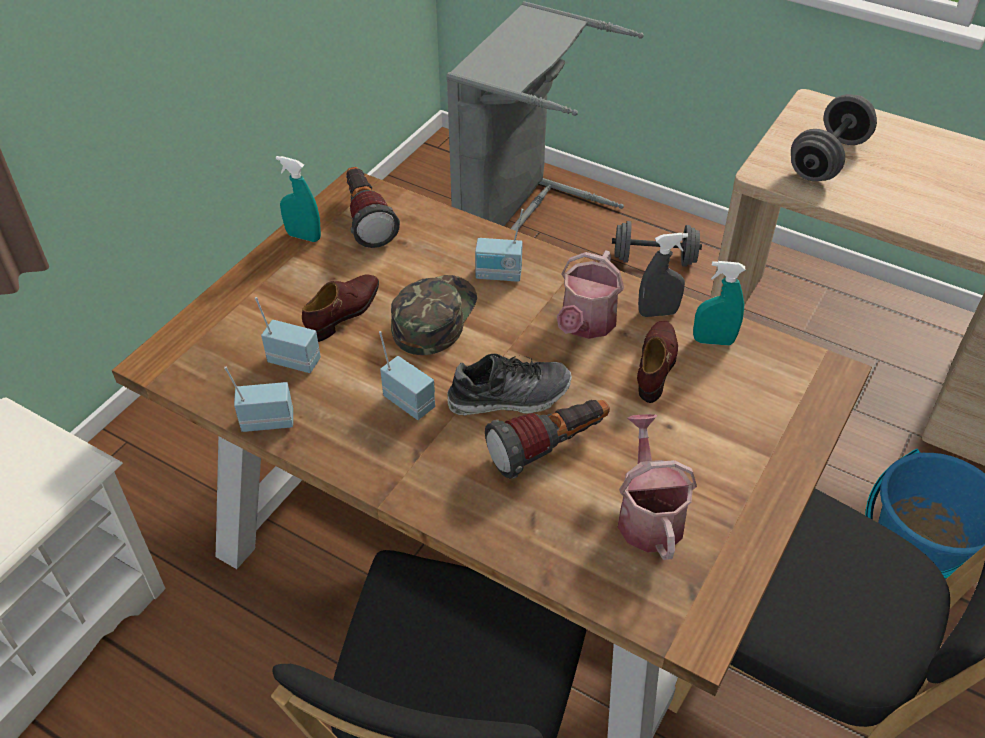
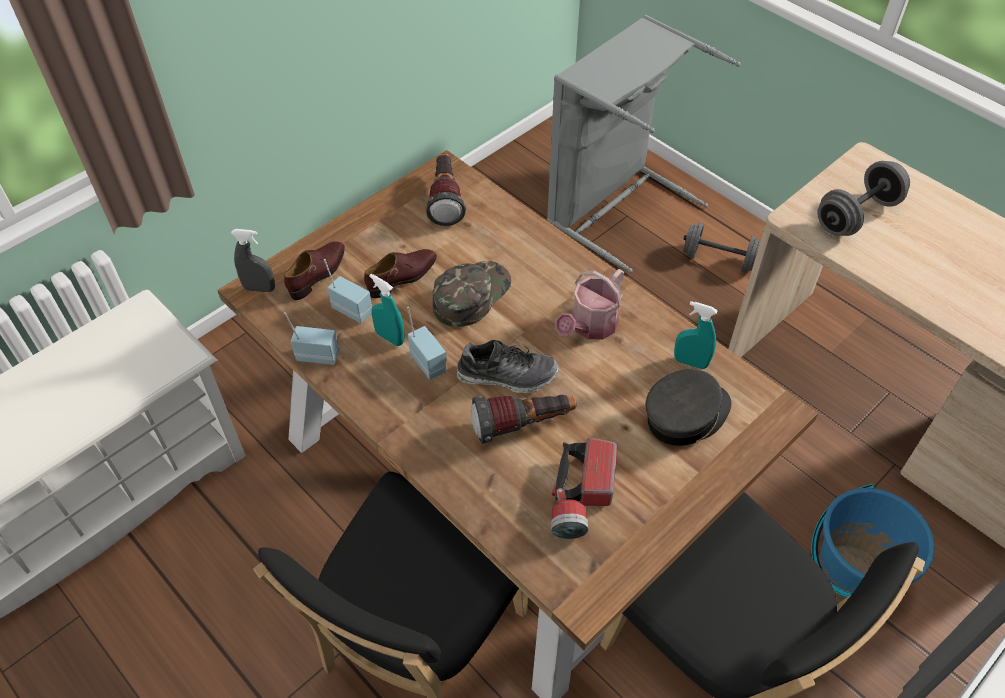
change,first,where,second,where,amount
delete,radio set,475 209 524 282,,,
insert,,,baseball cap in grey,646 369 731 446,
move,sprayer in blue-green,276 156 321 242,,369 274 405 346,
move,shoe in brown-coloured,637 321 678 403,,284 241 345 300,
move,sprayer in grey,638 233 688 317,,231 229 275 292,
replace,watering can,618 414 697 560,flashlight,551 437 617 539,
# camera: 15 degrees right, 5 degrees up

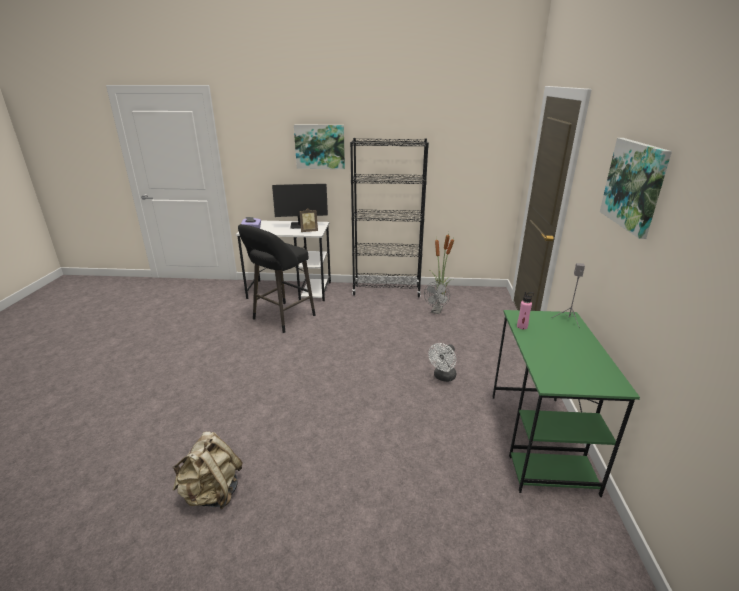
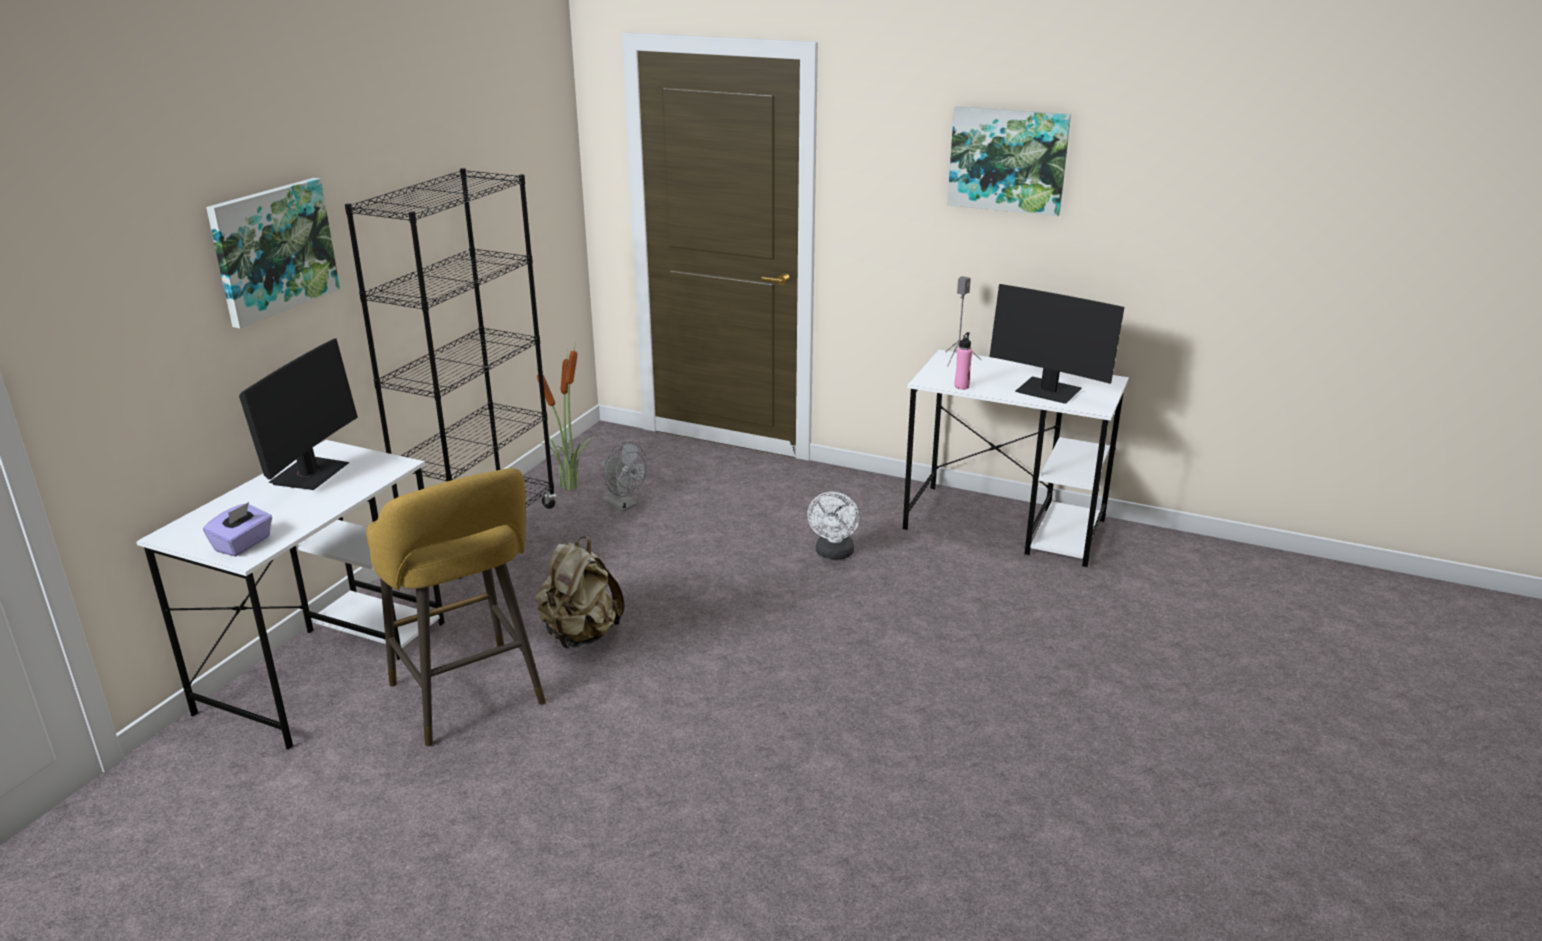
change,first,where,second,where,amount
delete,photo frame,299 208 318 232,,,
insert,,,computer display,990 284 1124 404,
move,knapsack in sand-coloured,172 431 242 509,,535 537 625 649,
recolor,stool seat in blackish,238 224 316 333,stool seat in yellow,366 468 546 746,
recolor,desk unit in green,492 310 640 497,desk unit in white,903 350 1129 567,
rotate,fan in white,428 343 456 382,,807 492 860 559,45 degrees clockwise
# camera: 70 degrees left, 0 degrees up

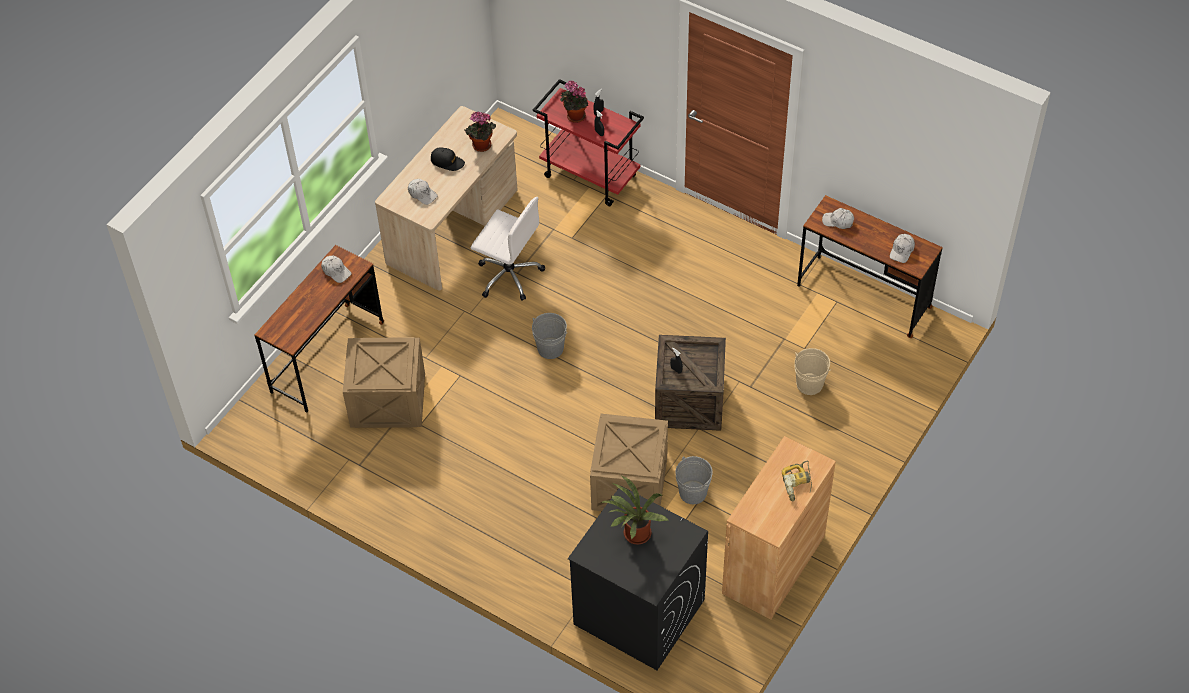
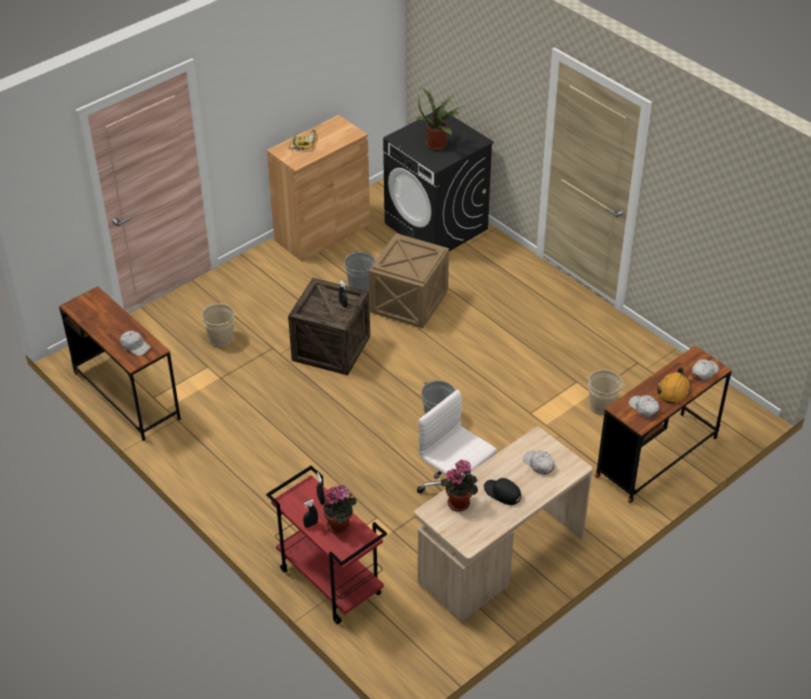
change,first,where,second,where,amount
insert,,,hard hat in orange,657 367 691 403,
move,baseball cap in white,890 234 915 263,,692 359 719 381,
replace,shipping crate,343 337 425 428,bucket in sand-coloured,586 370 625 415,
# camera: 165 degrees left, 10 degrees down

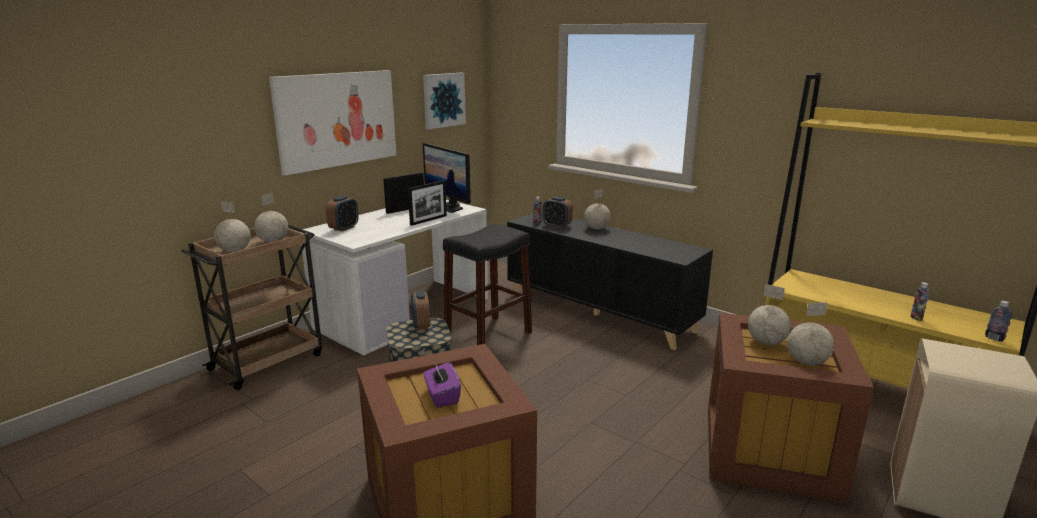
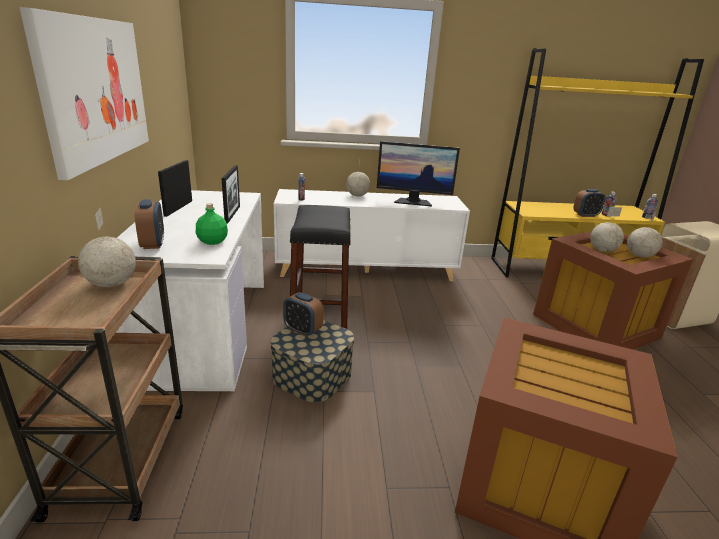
change,first,where,second,where,amount
delete,globe,214 201 251 252,,,
delete,wall picture,423 73 466 129,,,
delete,box of tissues in purplish,423 362 461 407,,,
insert,,,drink bottle in green,196 203 228 245,
move,computer display,423 143 471 213,,377 141 460 207,
move,alarm clock,543 197 573 228,,573 189 606 217,
recolor,cupboard in blackish,507 212 713 350,cupboard in white,274 189 470 281,
# camera: 45 degrees left, 5 degrees up

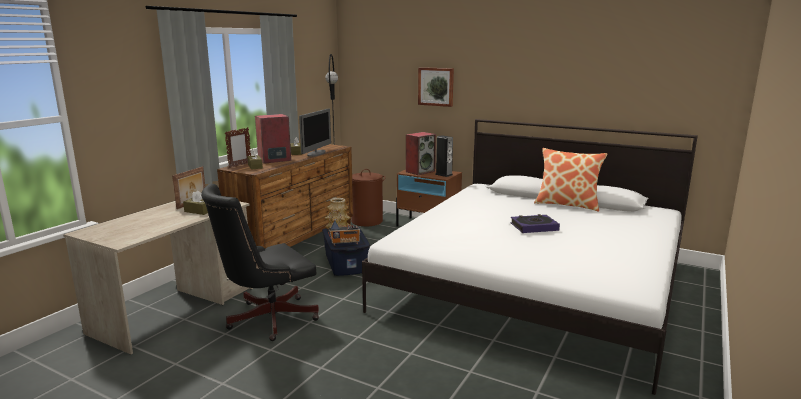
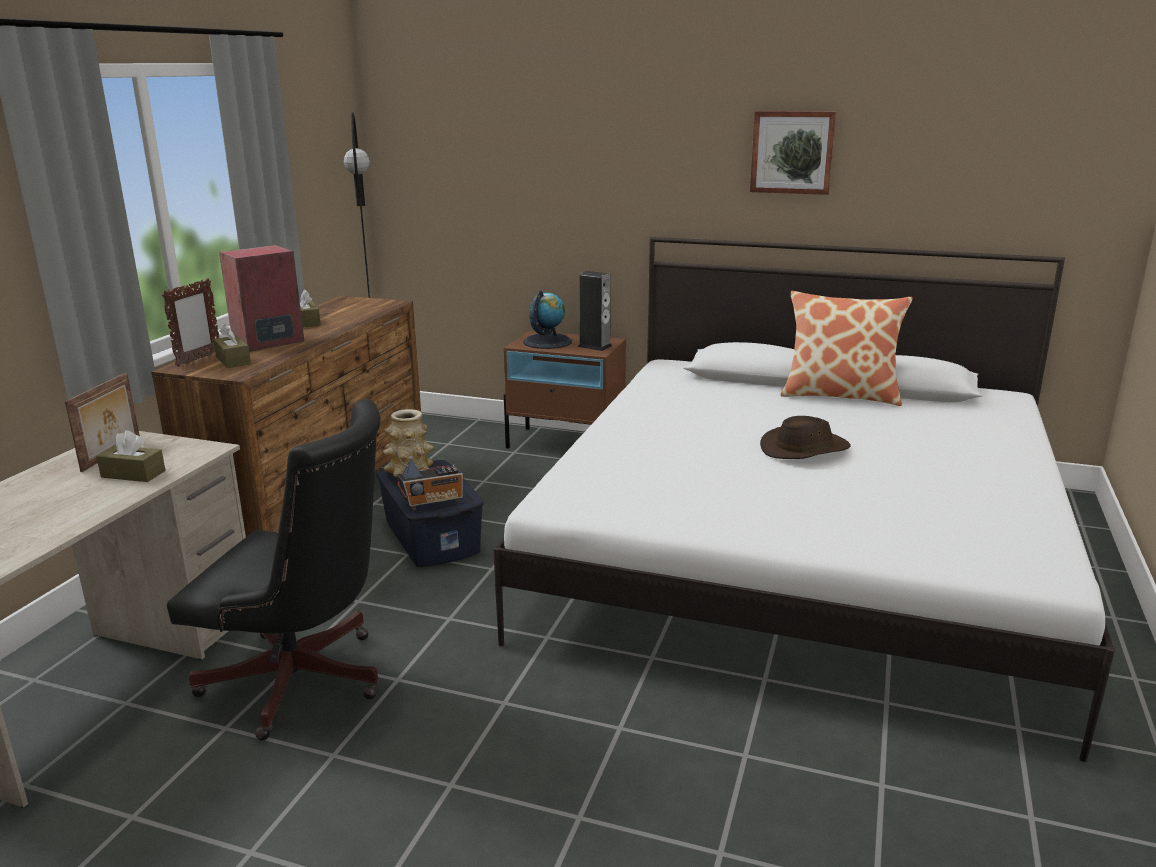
change,first,where,second,where,amount
delete,computer display,299 109 331 157,,,
delete,laundry basket in brown-coloured,351 169 385 226,,,
move,wall picture,418 67 454 107,,750 111 837 195,
replace,audio speaker,406 132 436 175,globe,523 290 572 349,
replace,volume,511 214 560 233,wearable hat in brown-coloured,760 416 851 459,
rotate,office chair in blackish,201 184 319 341,,167 399 381 740,120 degrees counterclockwise
# camera: 10 degrees left, 5 degrees up

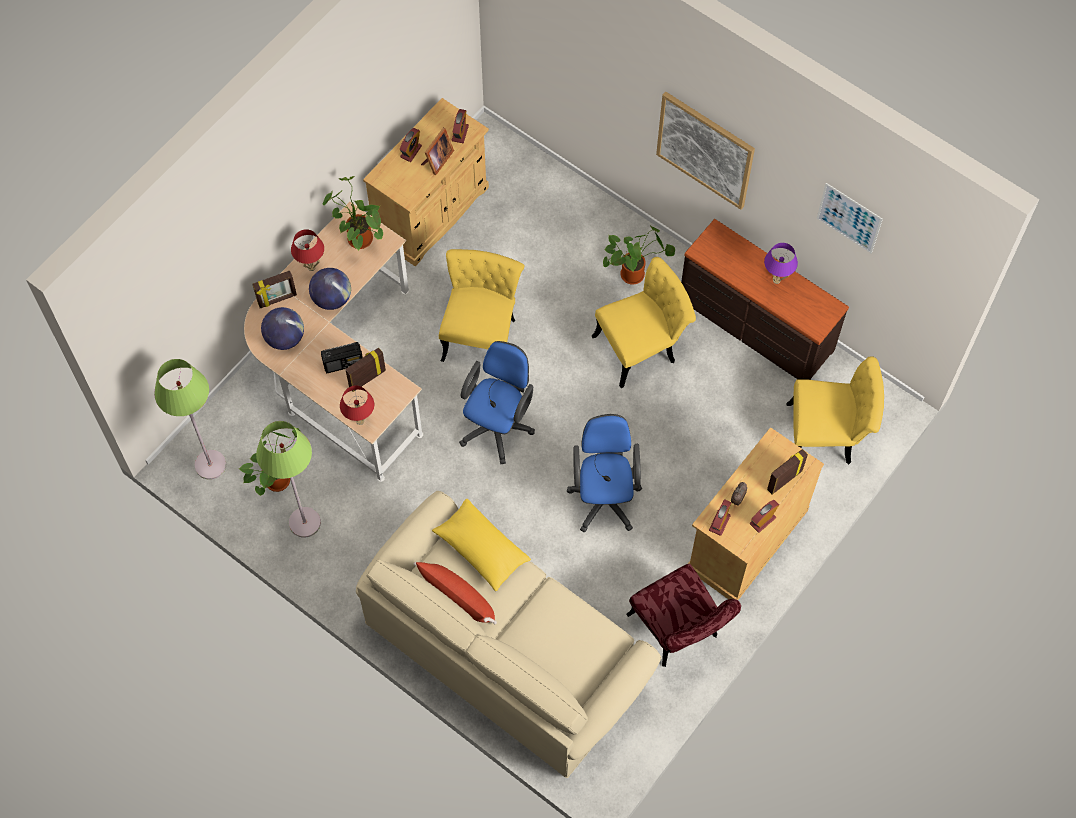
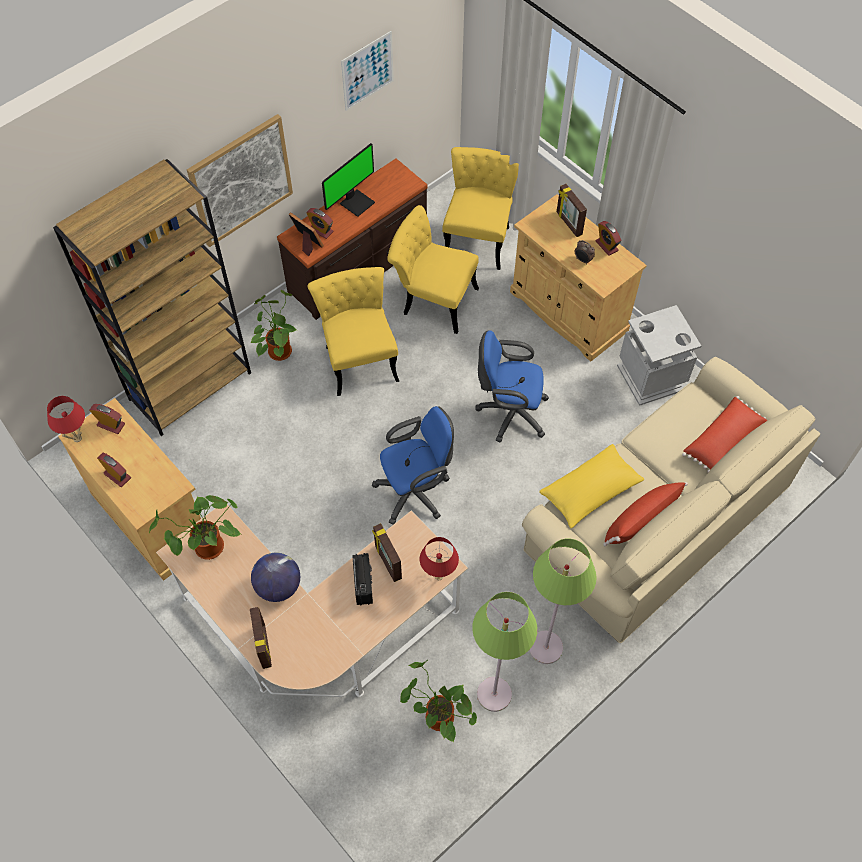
change,first,where,second,where,amount
delete,globe,261 307 304 350,,,
insert,,,bookshelf in brown-coloured,53 159 251 436,
insert,,,throw pillow in reddish,682 396 767 472,
move,floor lamp in green,154 359 226 480,,529 538 597 664,
move,lamp for a table in reddish,291 229 324 271,,47 396 85 442,
move,photo frame,421 128 454 175,,289 212 324 256,
move,upright chair in yellow,439 249 525 362,,387 205 479 334,
move,alarm clock,709 499 731 536,,306 208 333 239,
replace,upright chair in reddish,626 564 741 667,rubbish bin in grey,617 305 701 406,
replace,lamp for a table in purplish,764 243 798 284,computer display,322 143 375 217,
rotate,office chair in blue,459 341 535 464,,372 406 454 525,120 degrees clockwise
# camera: 80 degrees left, 5 degrees down

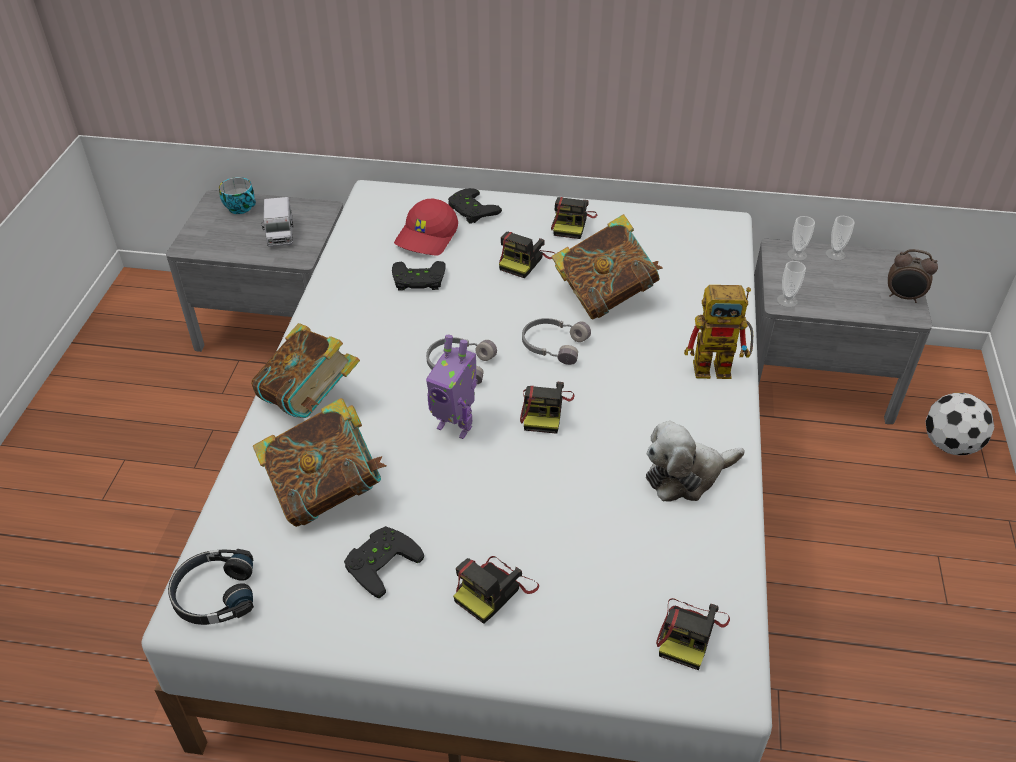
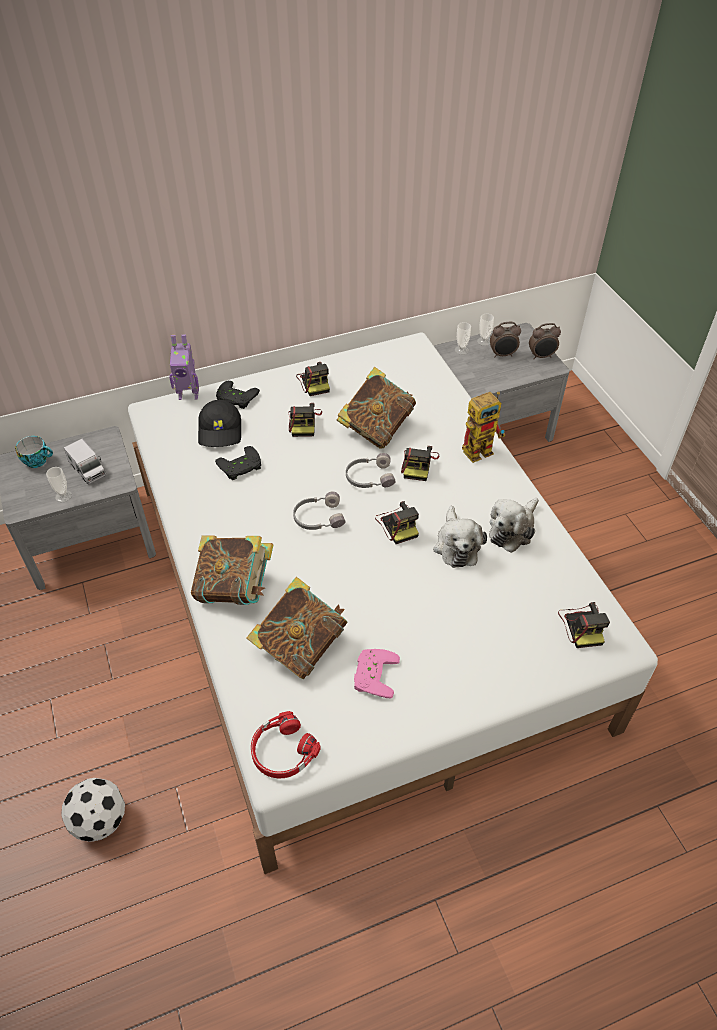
change,first,where,second,where,amount
insert,,,cuddly toy,433 506 487 568,
insert,,,alarm clock,490 322 521 358,
move,model robot,426 334 478 439,,169 334 199 400,
move,still camera,453 556 539 624,,401 446 439 481,
move,cup,777 261 806 307,,46 467 72 502,
move,ball for football,925 393 994 455,,61 778 125 842,
recolor,pair of headphones in blackish,168 549 254 625,pair of headphones in reddish,251 711 321 778,
recolor,game controller in blackish,344 526 424 598,game controller in pinkish,354 649 400 698,
recolor,baseball cap in reddish,394 199 458 256,baseball cap in blackish,198 400 241 447,
# camera: 30 degrees left, 5 degrees up

